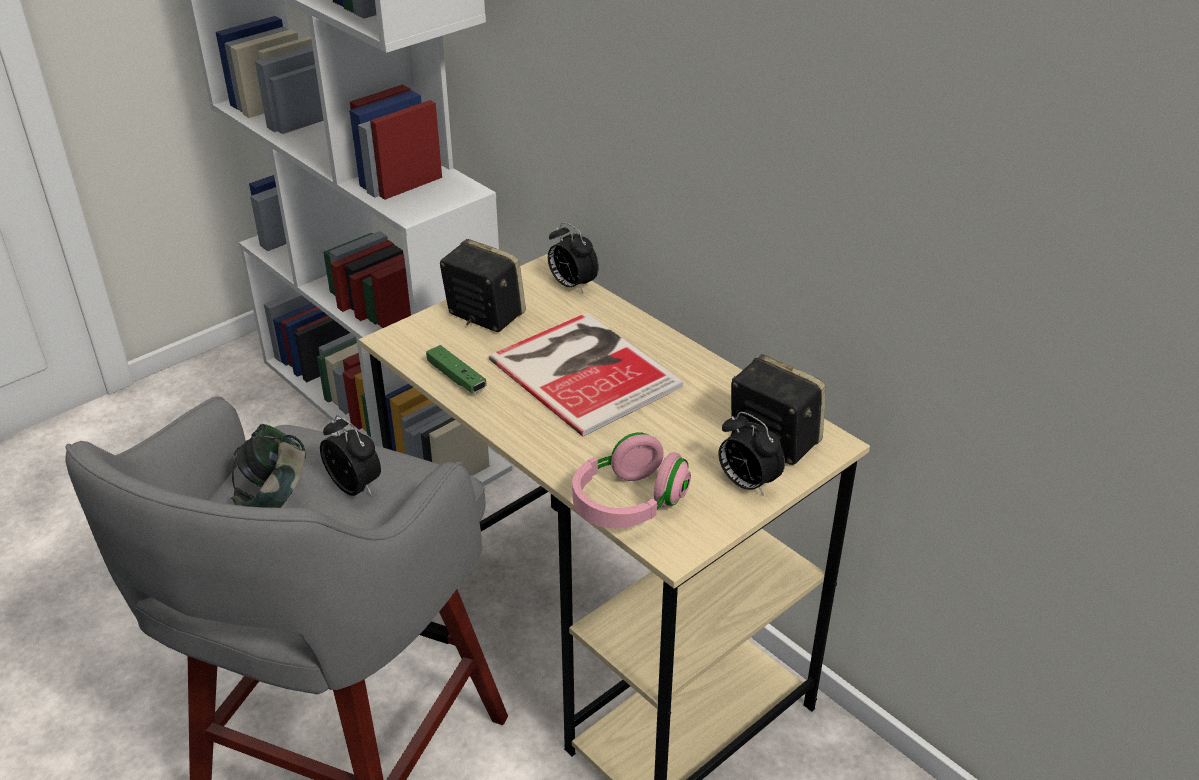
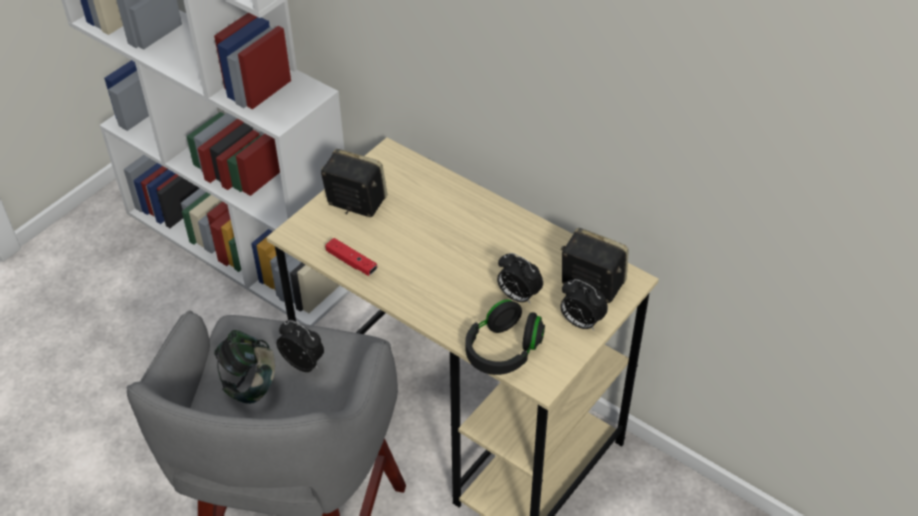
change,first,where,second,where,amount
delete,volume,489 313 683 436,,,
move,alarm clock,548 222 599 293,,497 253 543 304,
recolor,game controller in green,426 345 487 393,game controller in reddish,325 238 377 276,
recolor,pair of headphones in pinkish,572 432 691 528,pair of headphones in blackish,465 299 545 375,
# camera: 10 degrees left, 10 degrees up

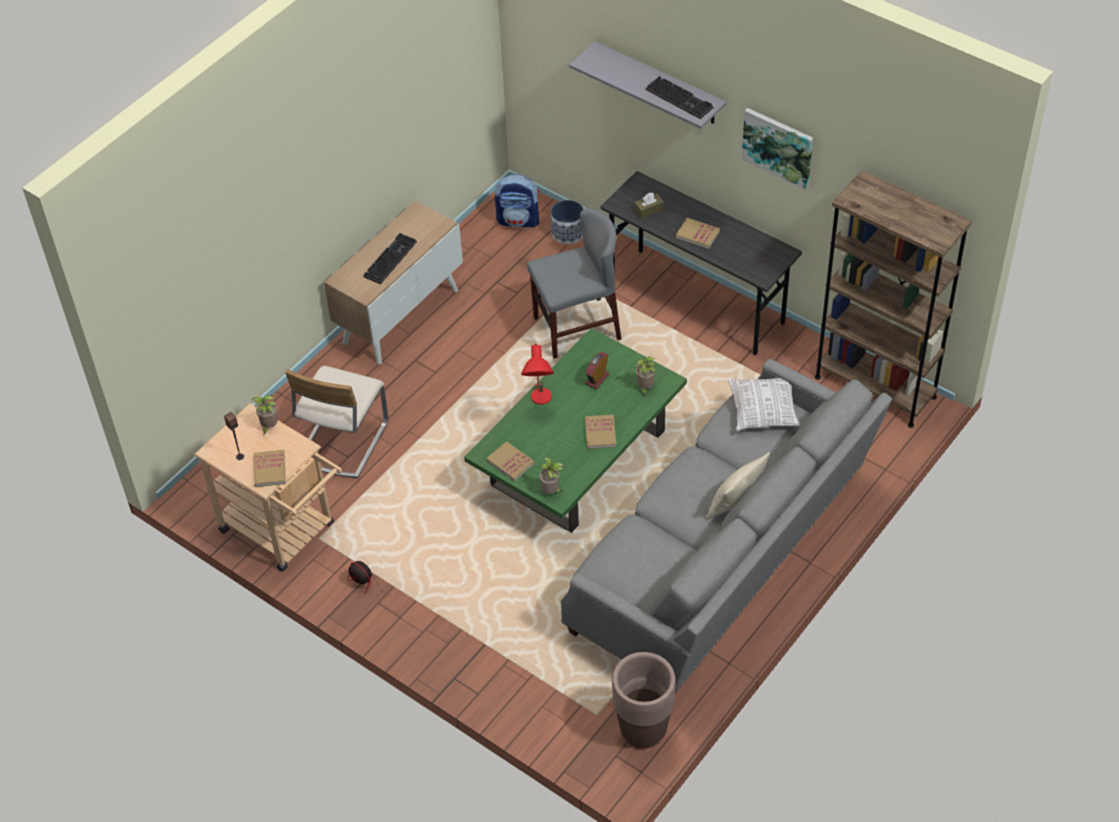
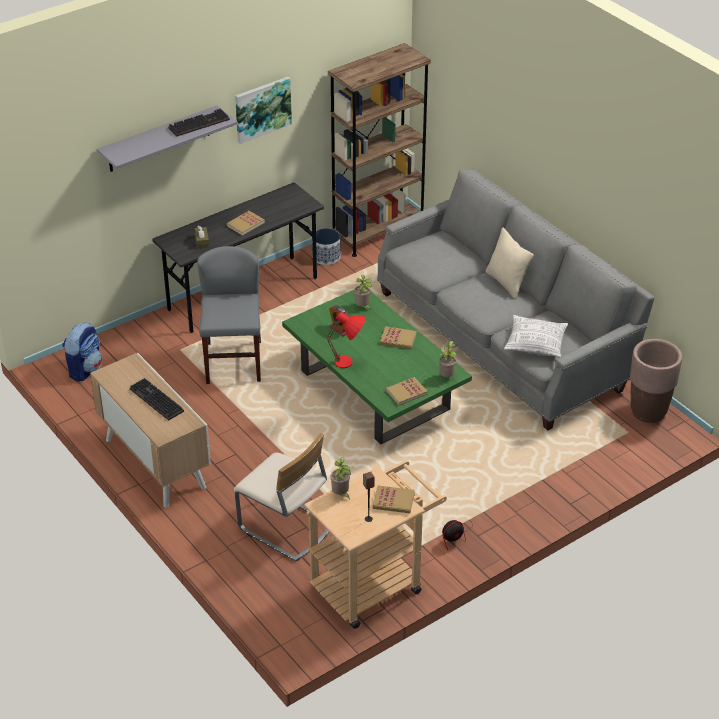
change,first,where,second,where,amount
move,plant pot,551 200 584 244,,312 228 341 265,
move,throw pillow,728 378 801 431,,504 315 568 358,
# camera: 75 degrees left, 10 degrees down

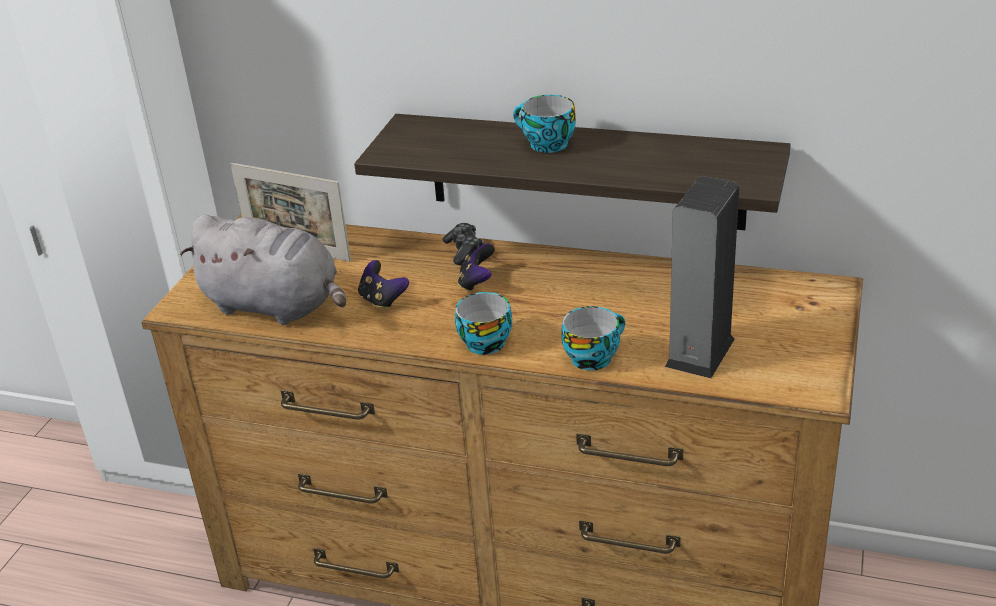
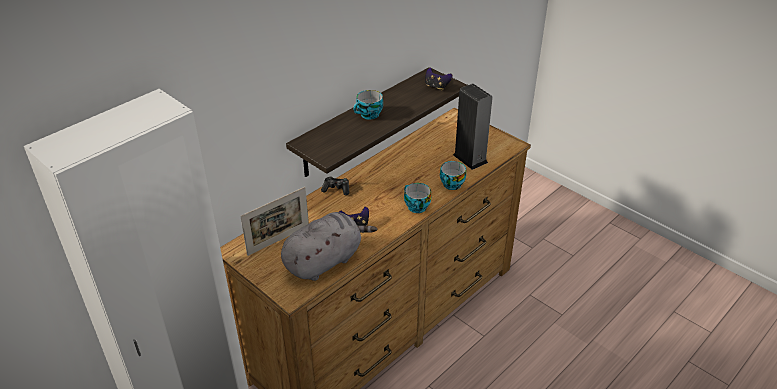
change,first,where,second,where,amount
move,game controller,458 244 495 292,,425 68 453 91,
# camera: 65 degrees left, 5 degrees up

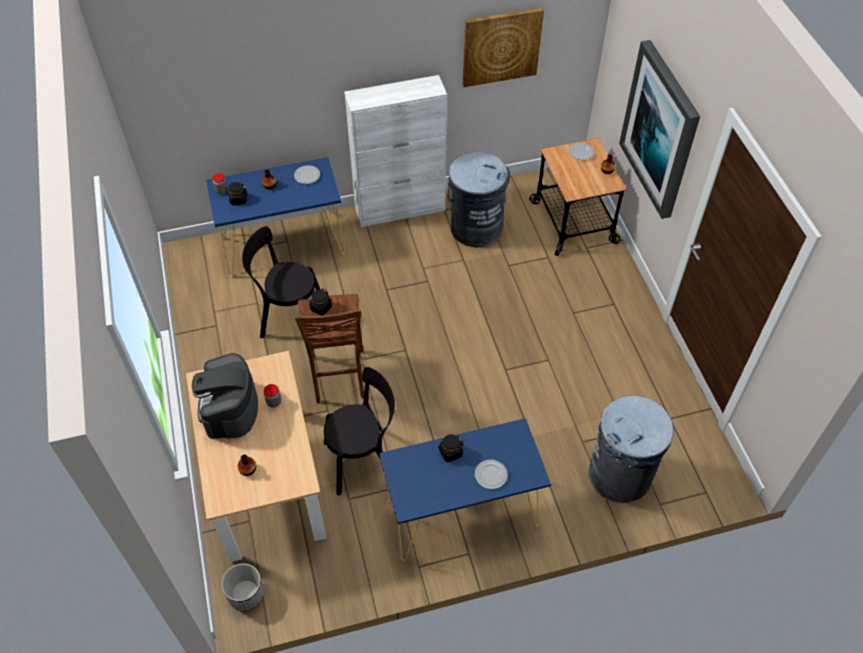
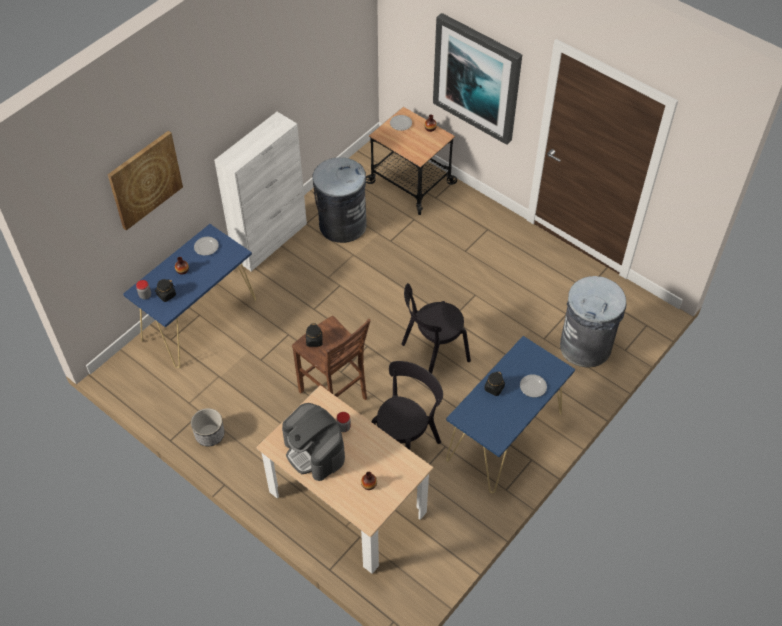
change,first,where,second,where,amount
move,plant pot,221 563 264 611,,191 408 224 446,
move,upright chair in blackish,242 226 320 338,,402 283 471 374,
move,wall picture,463 8 544 87,,108 131 183 230,
# camera: 35 degrees left, 0 degrees up

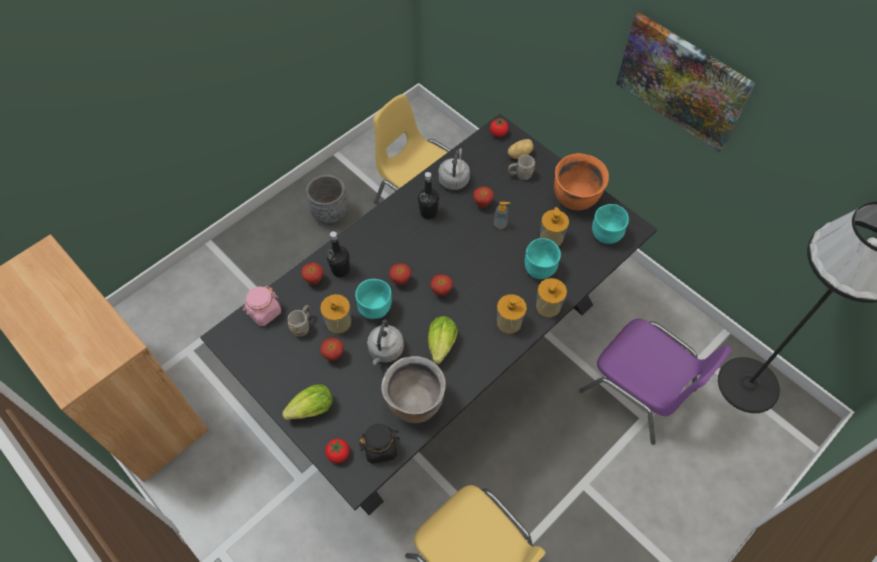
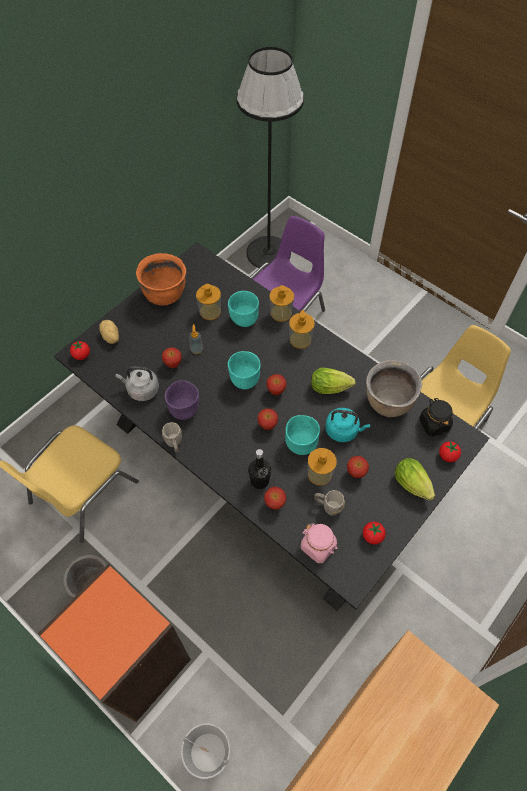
change,first,where,second,where,amount
delete,wall picture,616 12 755 152,,,
insert,,,bookshelf in orange,38 564 191 722,
insert,,,bucket in white,181 723 230 779,
insert,,,tomato,363 522 386 545,
move,tea mug in grey,508 155 535 180,,162 422 182 453,
move,serving bowl in blue-green,592 204 629 244,,228 351 261 389,
replace,drink bottle in blackish,418 172 439 219,serving bowl in purplish,165 380 199 420,
recolor,kettle in grey,367 319 404 364,kettle in blue-green,325 408 370 442,
# camera: 95 degrees left, 0 degrees up

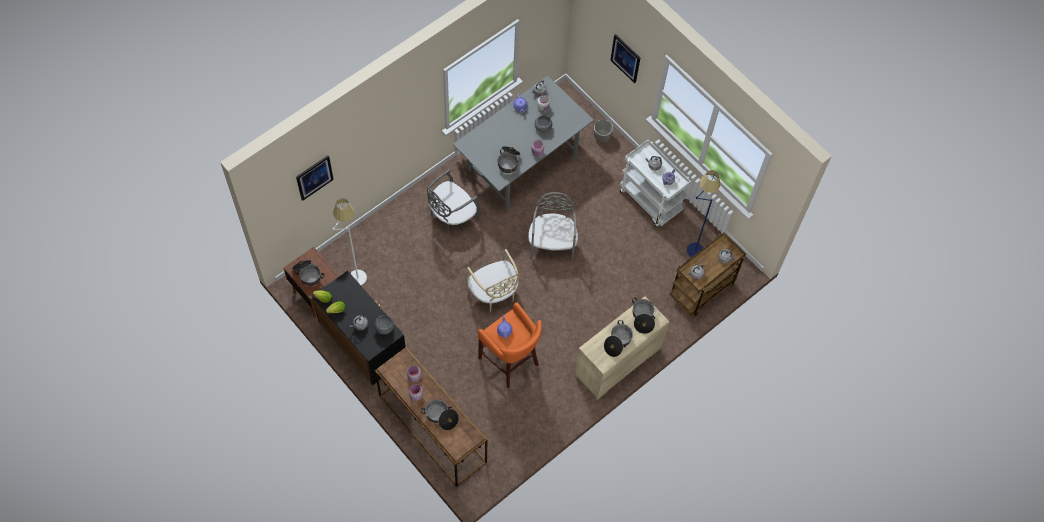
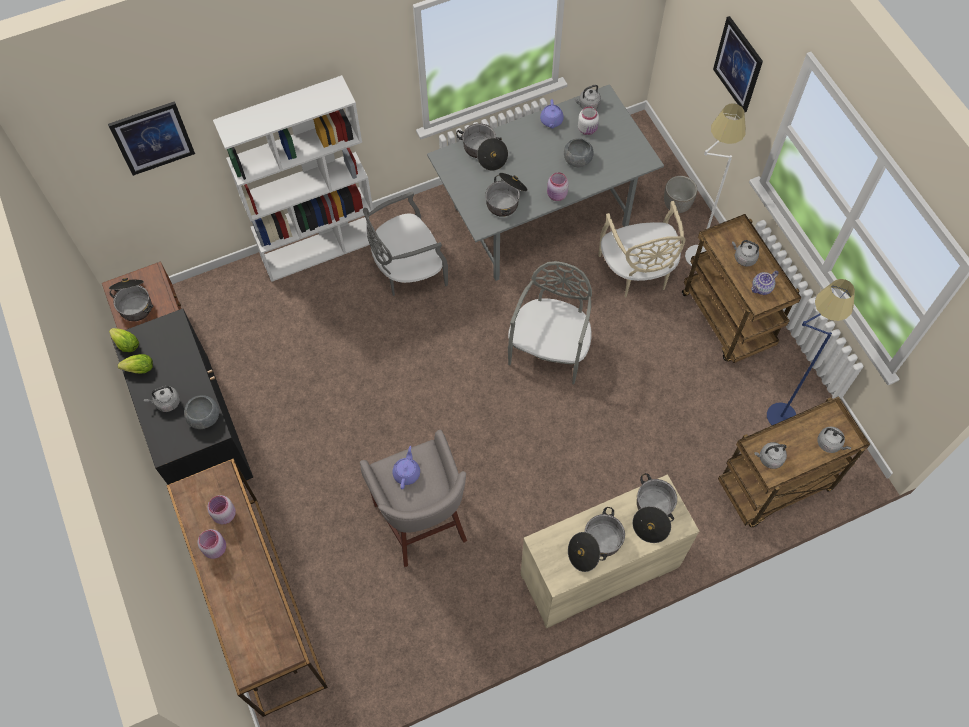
change,first,where,second,where,amount
insert,,,bookshelf in white,213 75 373 282,
move,floor lamp in white,333 199 367 285,,685 103 746 266,
move,stockpot,421 399 459 430,,456 123 508 171,
move,upright chair in sand-coloured,466 249 519 312,,598 201 685 298,
recolor,stool seat in orange,478 302 542 388,stool seat in grey,360 430 467 567,
recolor,wheeled cart in white,620 140 691 226,wheeled cart in brown-coloured,682 214 801 363,
# camera: 20 degrees right, 0 degrees up

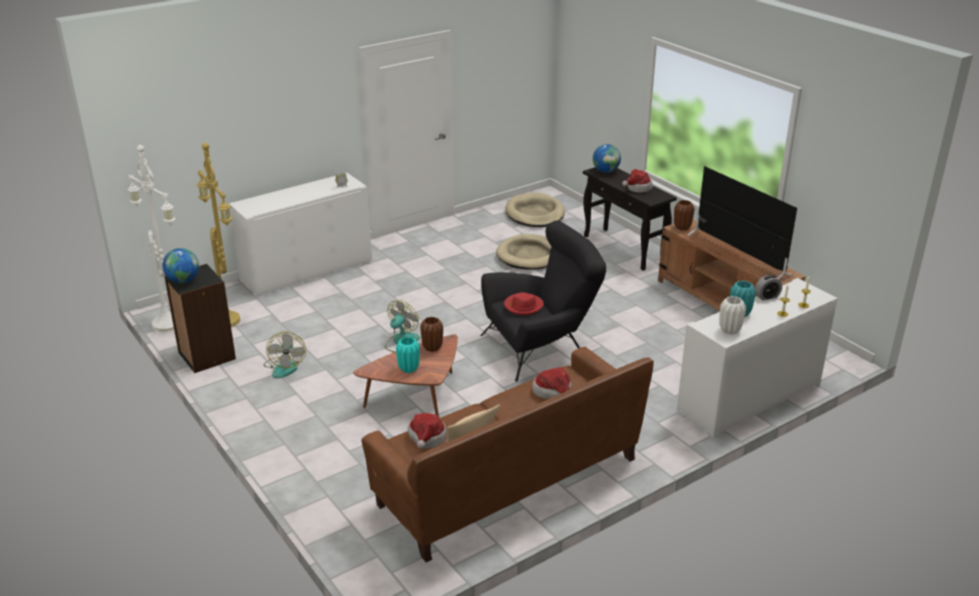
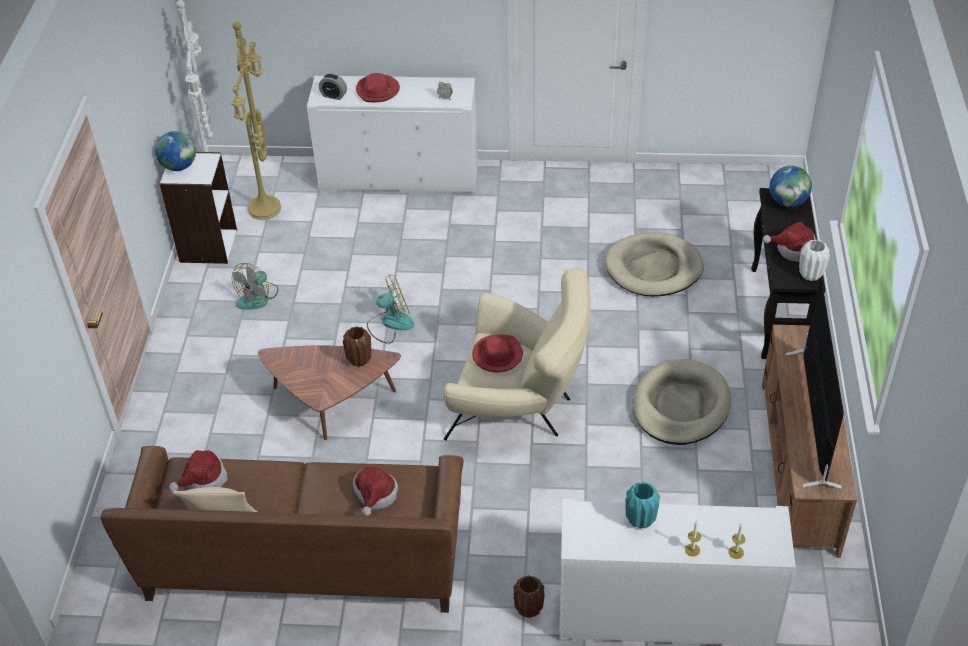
change,first,where,second,where,amount
delete,flower vase in blue-green,396 337 420 373,,,
insert,,,wearable hat in reddish,356 73 400 102,
move,dog cushion in sand-coloured,505 193 565 227,,632 359 731 445,
move,flower vase in brown-coloured,674 200 695 231,,514 575 545 618,
move,flower vase in white,719 296 746 335,,799 239 830 281,
move,alarm clock,755 275 782 300,,319 73 347 100,
recolor,bookshelf in blackish,164 264 236 373,bookshelf in white,159 152 237 264,
recolor,easy chair in blackish,480 221 606 382,easy chair in sand-coloured,444 268 591 440,
# camera: 40 degrees right, 15 degrees up

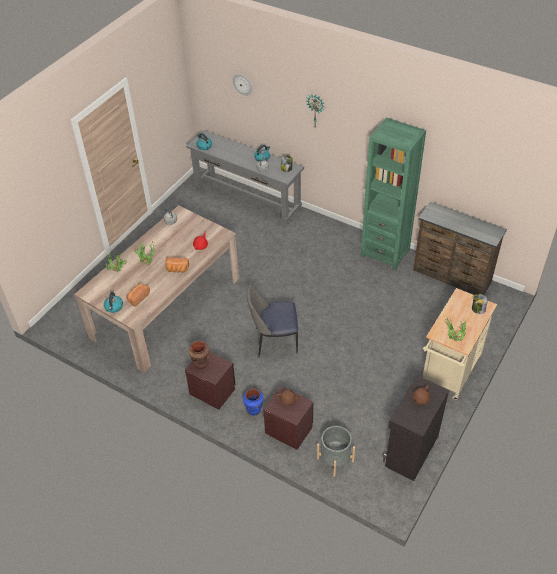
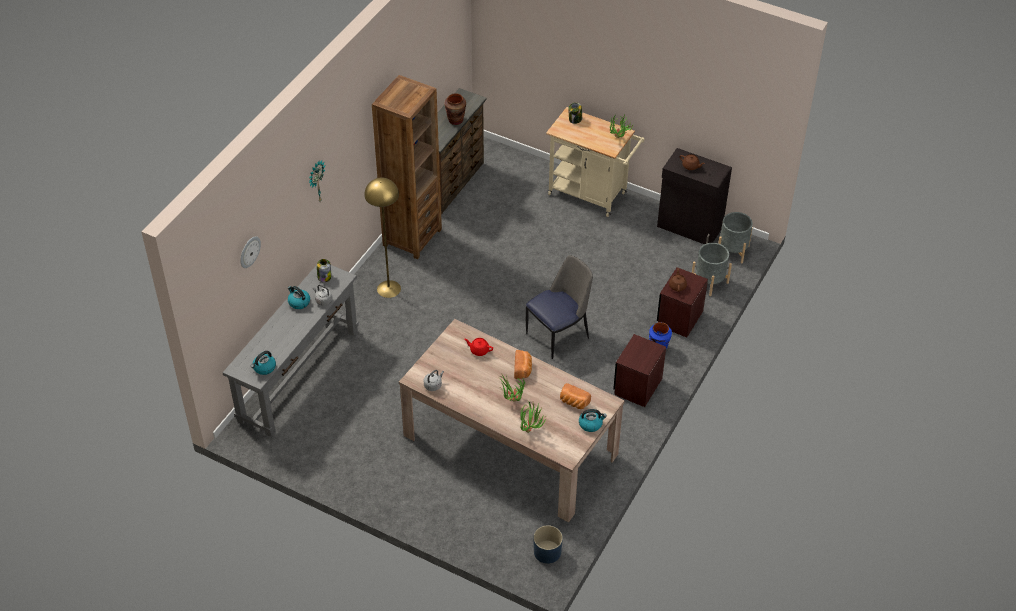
change,first,where,second,where,amount
insert,,,floor lamp in yellow,364 178 401 298,
insert,,,plant pot in blue,534 525 563 564,
insert,,,plant pot in grey,719 212 753 264,
move,flower vase in brown-coloured,189 341 209 369,,445 93 466 125,
recolor,bookshelf in green,361 117 426 271,bookshelf in brown-coloured,372 75 442 259,
rotate,upright chair,247 284 298 357,,526 255 593 359,120 degrees counterclockwise
# camera: 95 degrees left, 0 degrees up

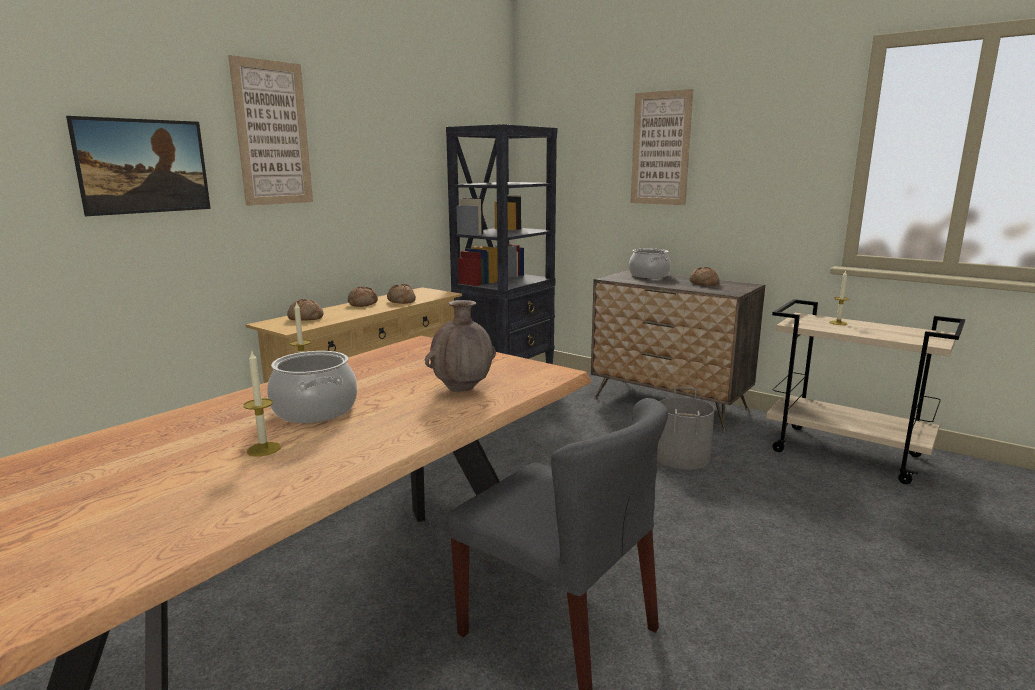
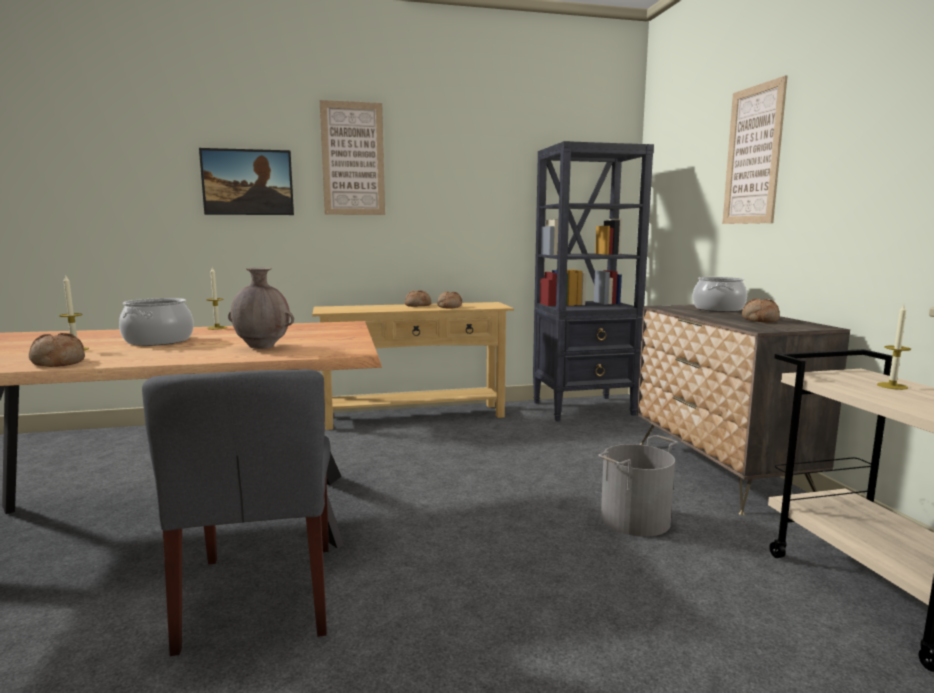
change,first,where,second,where,amount
move,bread,287 299 324 321,,29 333 85 367,
# camera: 40 degrees right, 5 degrees down

